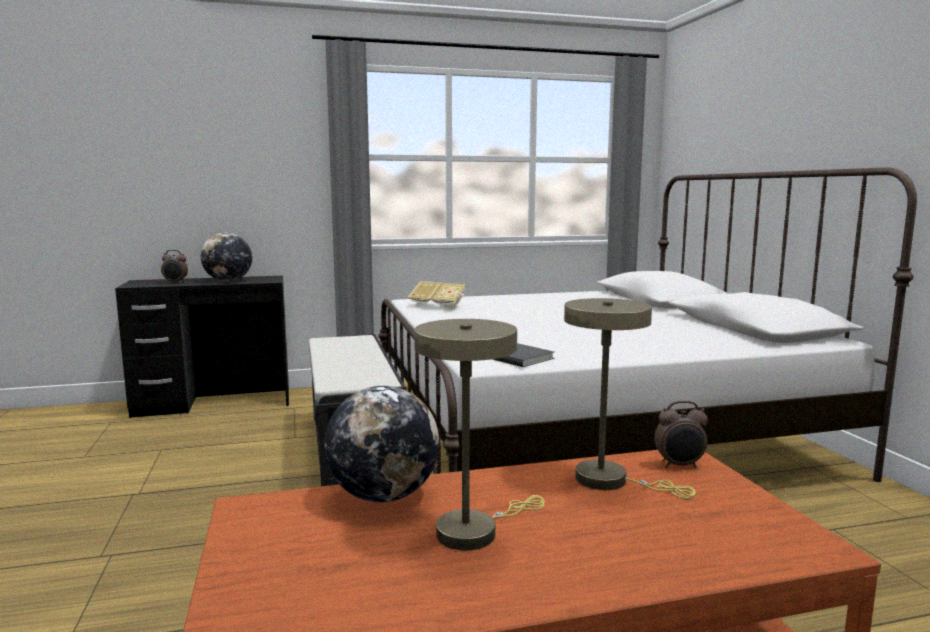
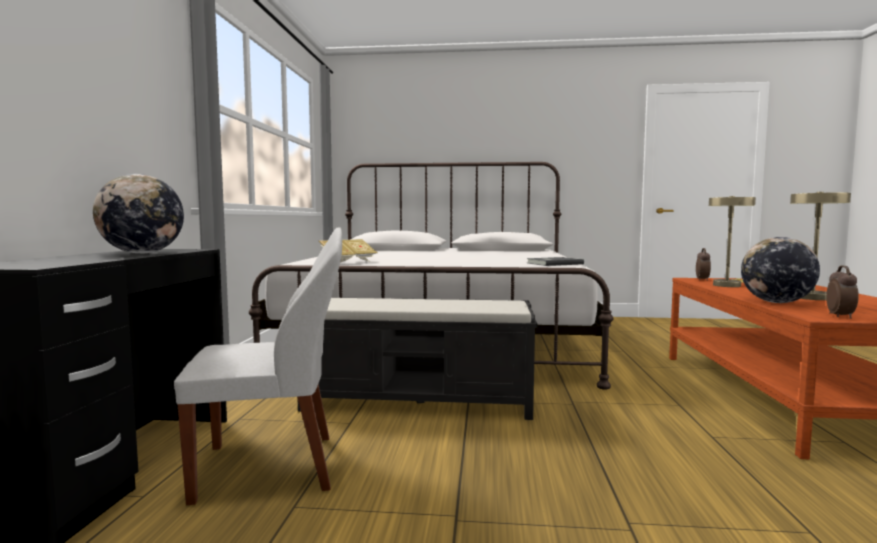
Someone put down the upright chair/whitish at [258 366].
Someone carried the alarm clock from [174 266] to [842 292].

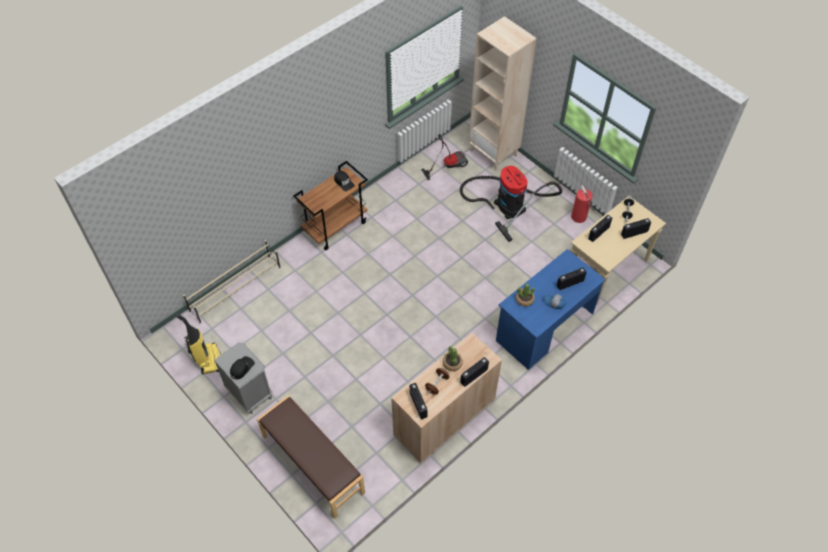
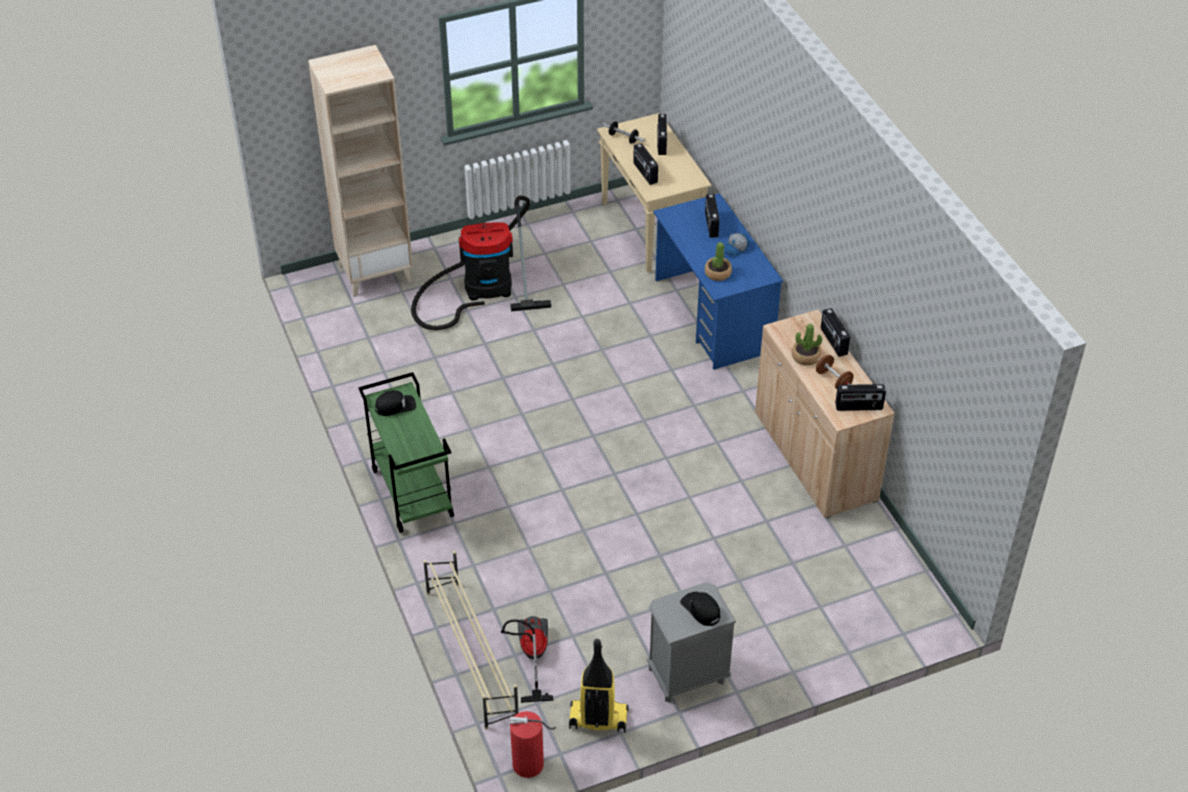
Someone took away the indoor bench/brown at [311 457].
Someone carried the vacuum from [444 157] to [527 659].
Someone carried the extinguisher from [583 204] to [533 744].
Someone repainted the trolley/brown at [330 205], which became the trolley/green at [406 452].

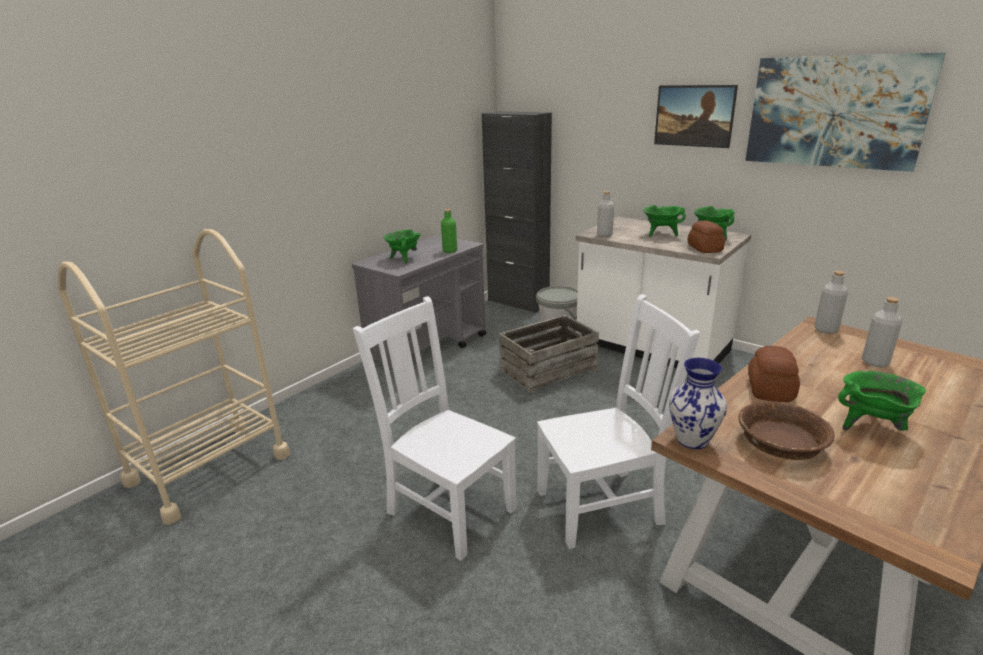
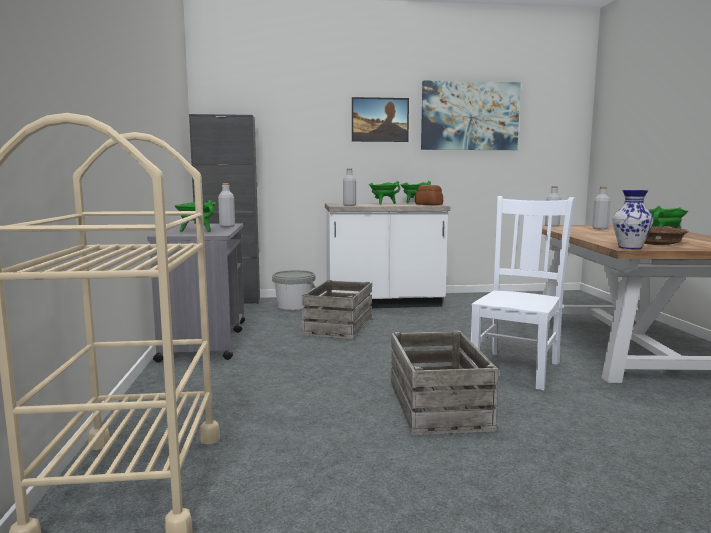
Someone took away the bakery bread at [774 374].
Someone swapped the upright chair/whitish at [435 428] for the shipping crate at [445 383].
Someone repainted the bottle/green at [449 231], which became the bottle/gray at [226 205].

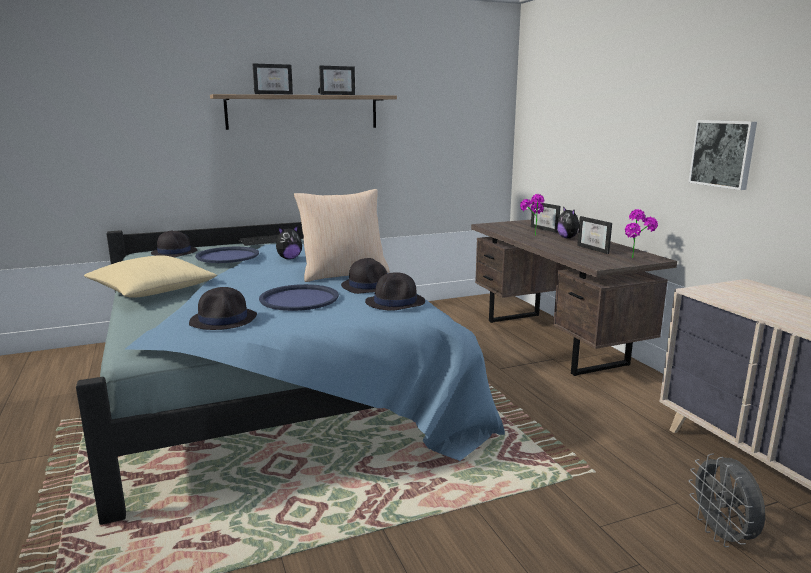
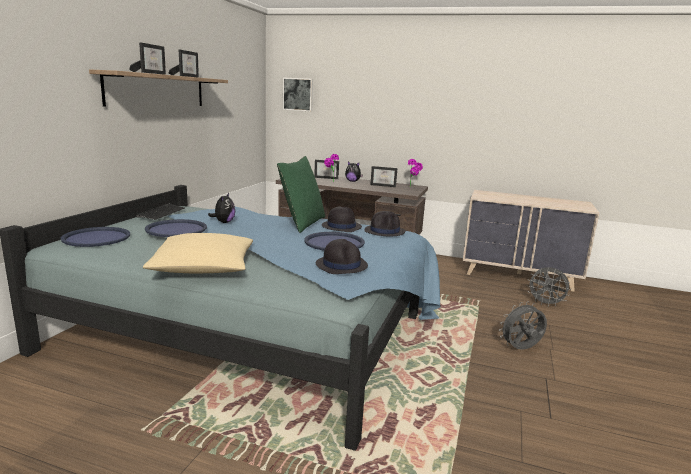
Someone put down the cooling fan/gray at [523 325].
Someone carried the wall picture from [722 155] to [298 94].
Someone swapped the hat/black-coloured at [174 244] for the serving tray/blue at [95 237].
Someone repainted the pillow/beige at [342 235], which became the pillow/green at [301 194].

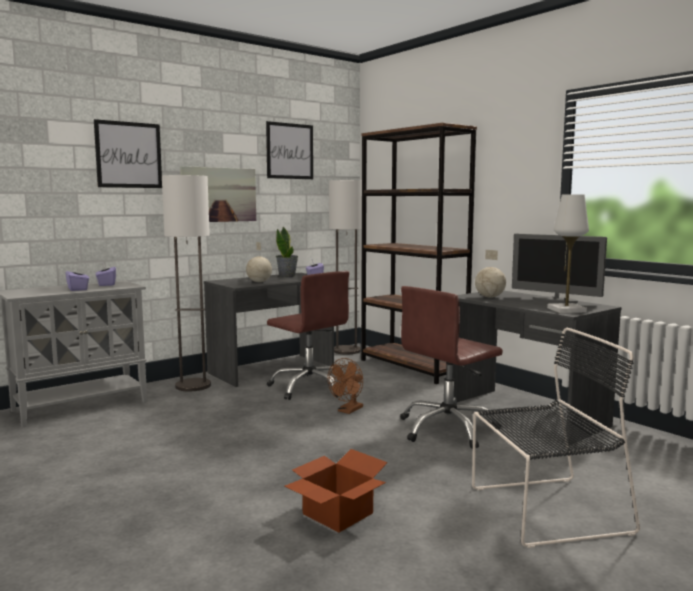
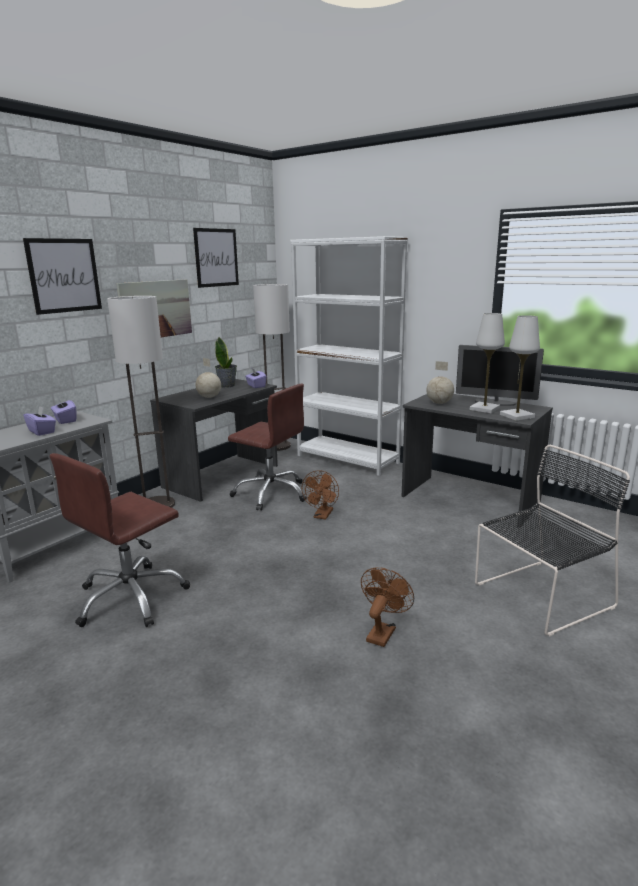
Someone put down the table lamp/whitish at [487 363].
Someone carried the computer chair/brown from [451 367] to [120 540].
Someone swapped the cardboard box at [336 491] for the cooling fan/brown at [387 607].
Someone repainted the bookshelf/brown at [419 253], which became the bookshelf/whitish at [349 356].

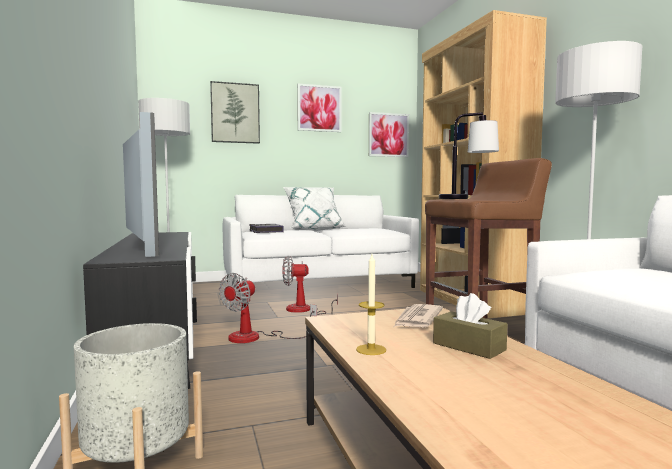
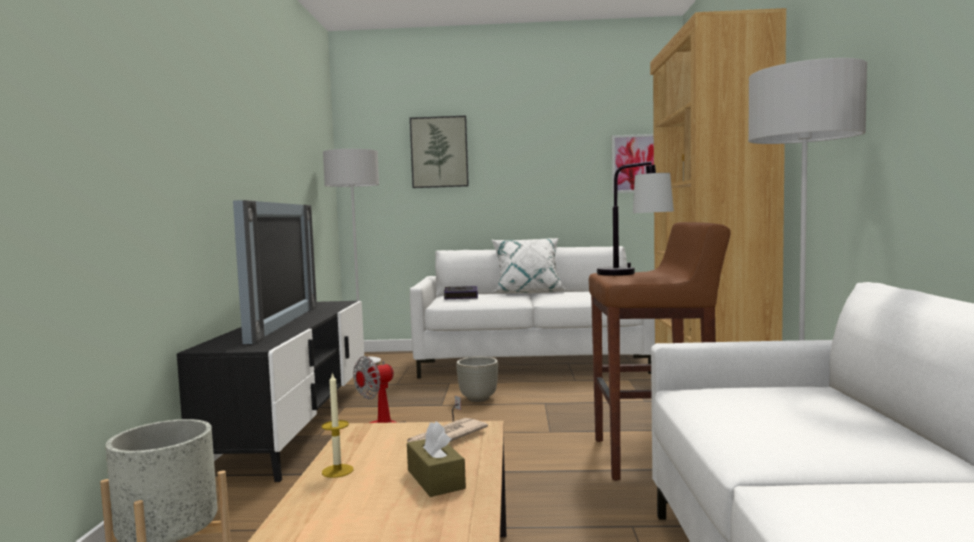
Someone took away the wall picture at [319 108].
Someone swapped the cooling fan at [310 285] for the plant pot/gray at [477 379].

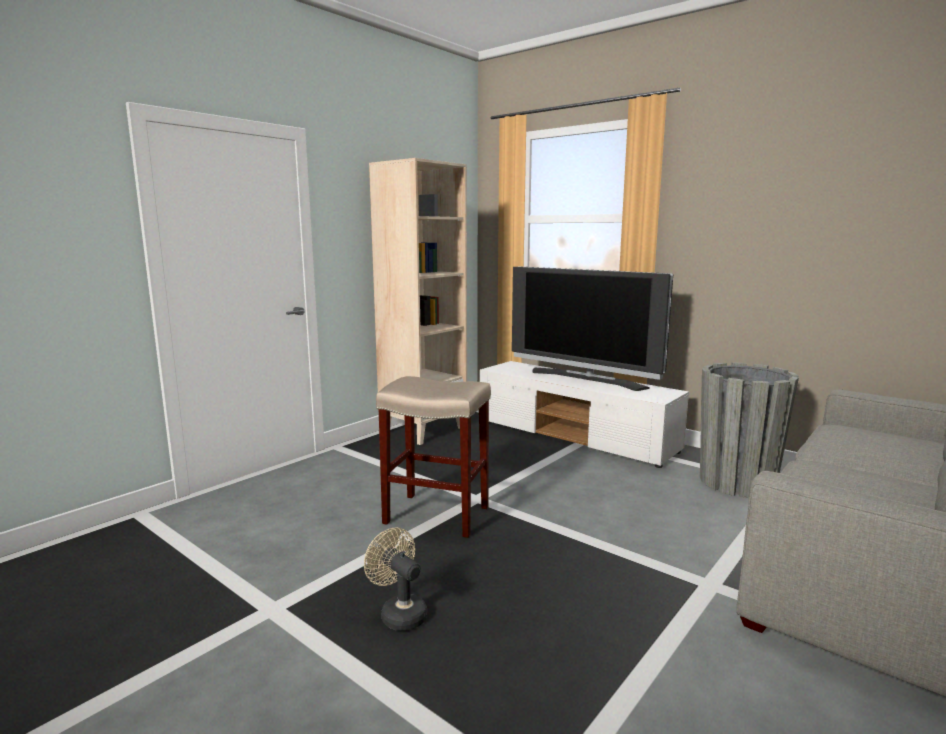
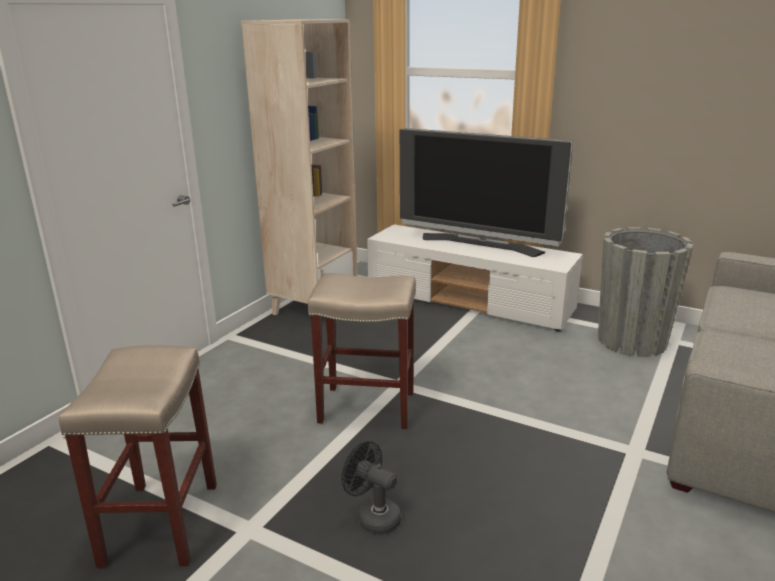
Someone put down the stool seat/beige at [138 456].
Someone repainted the cooling fan/beige at [396 579], which became the cooling fan/black-coloured at [371 488].

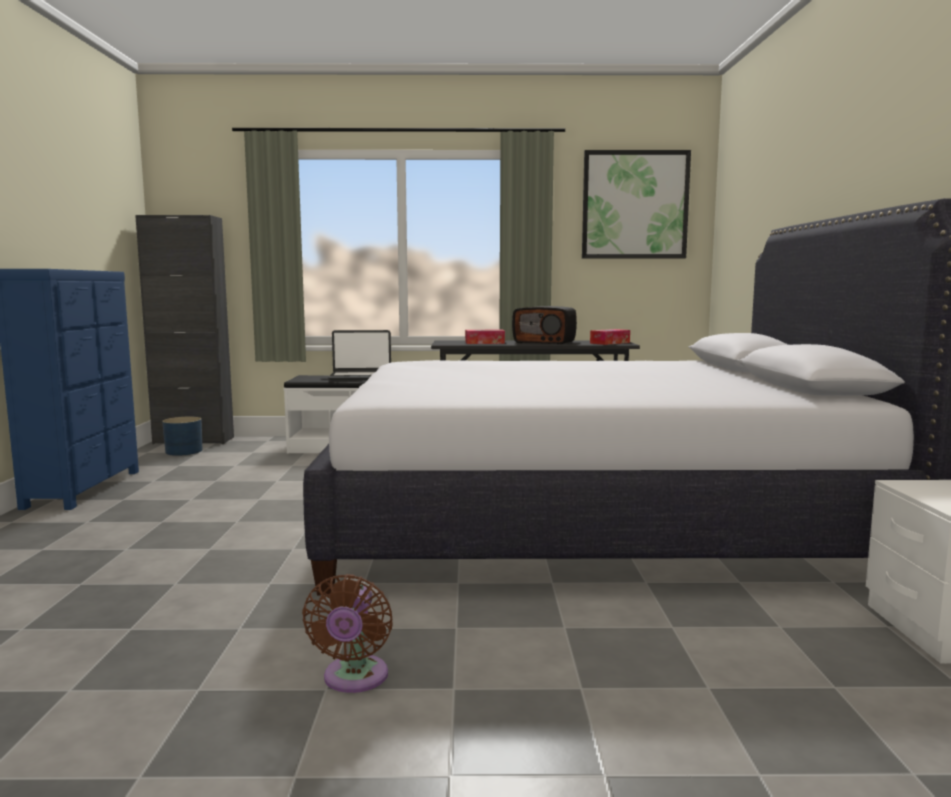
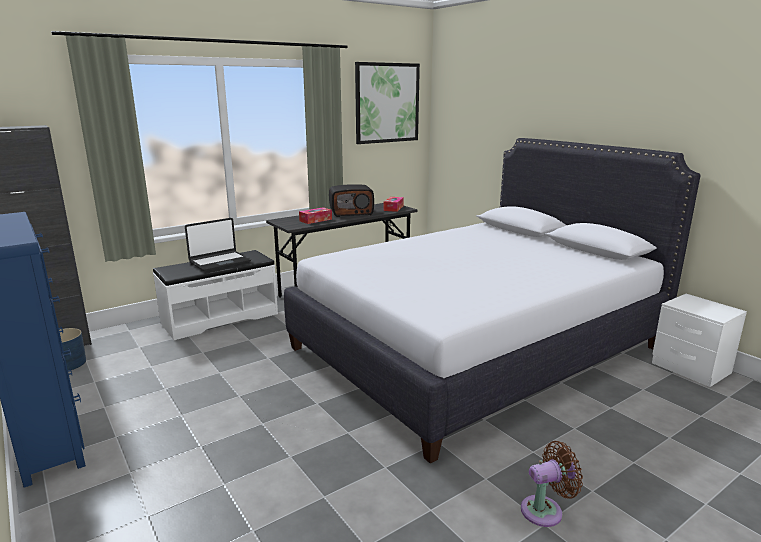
Someone rotated the cooling fan/brown at [347 633] by 75 degrees counterclockwise.

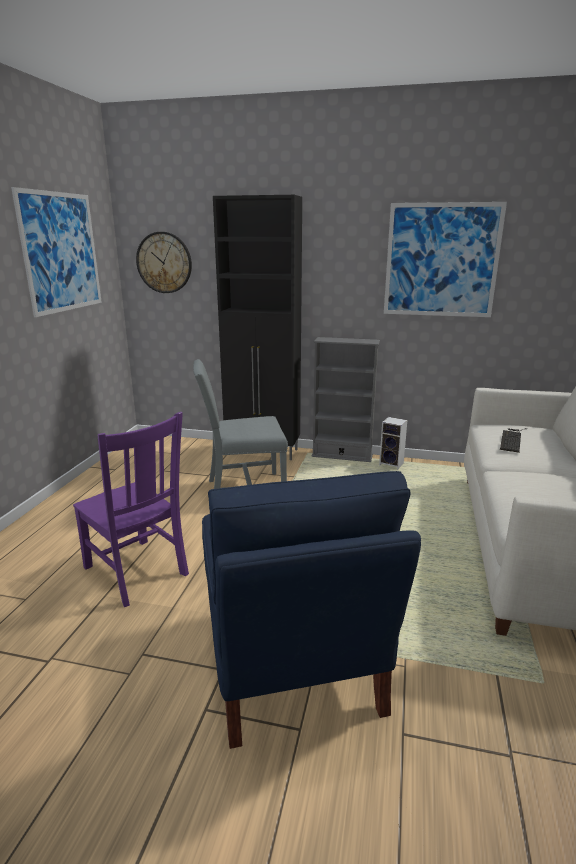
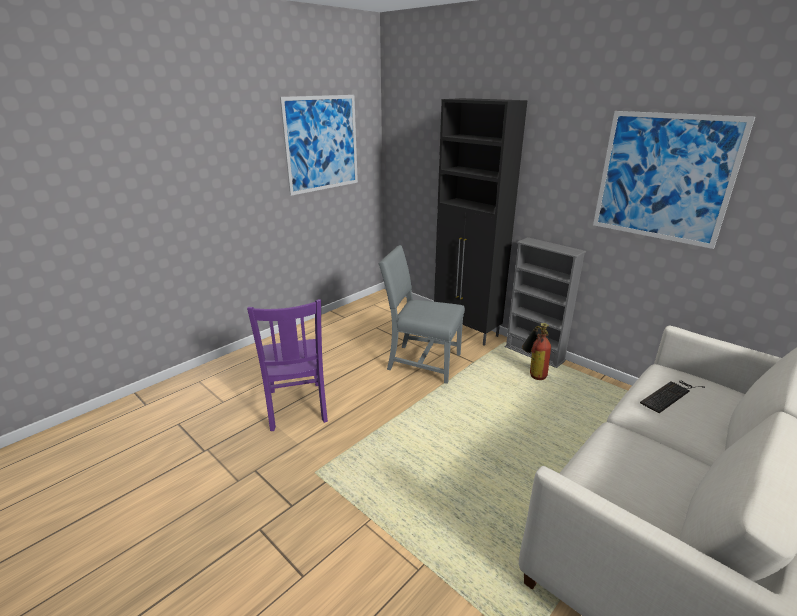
Someone took away the wall clock at [164 262].
Someone took away the armchair/blue at [311 610].
Someone took away the loudspeaker at [393 443].
Someone put down the extinguisher at [536 351].

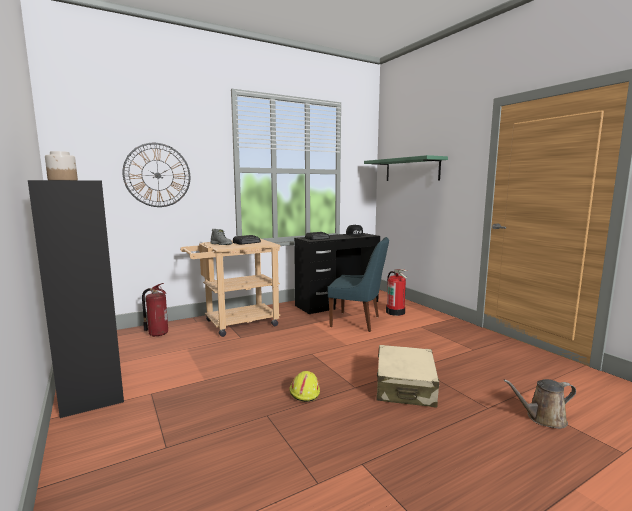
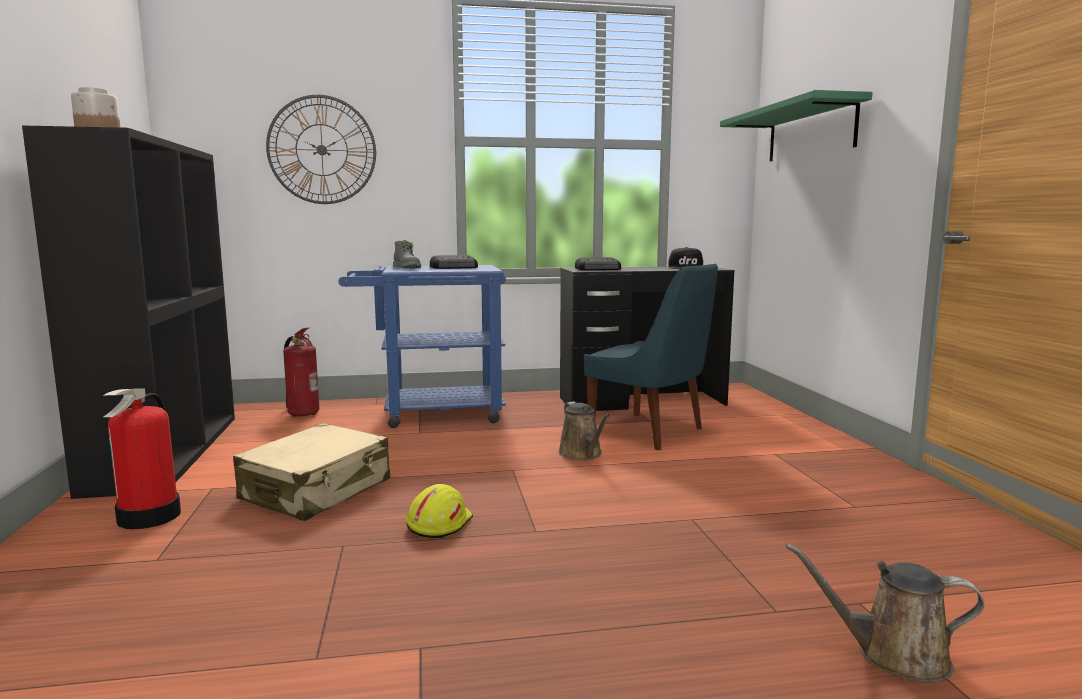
Someone put down the watering can/brown at [584 430].
Someone carried the travel case/beige from [407 376] to [311 472].
Someone carried the extinguisher from [397 292] to [142 458].
Someone repainted the trolley/beige at [230 288], which became the trolley/blue at [422 346].

